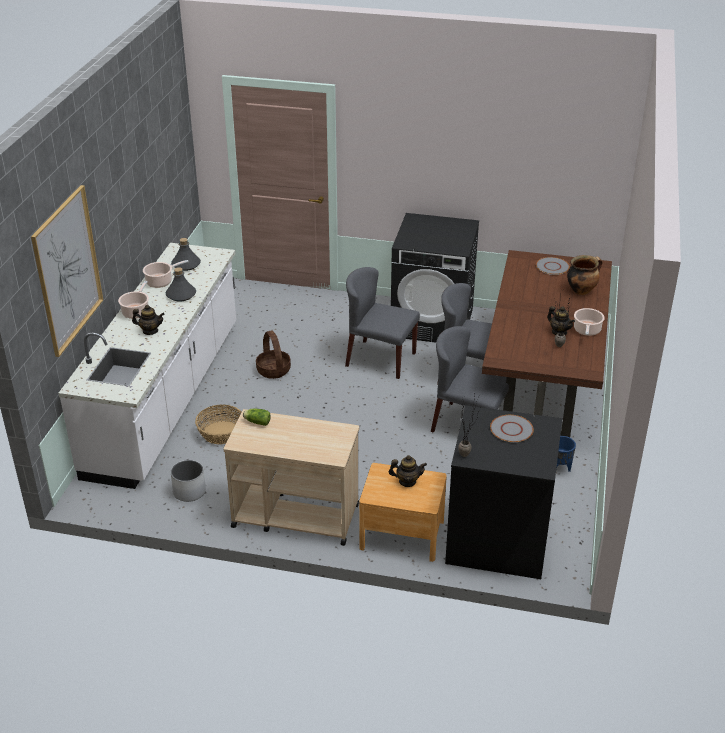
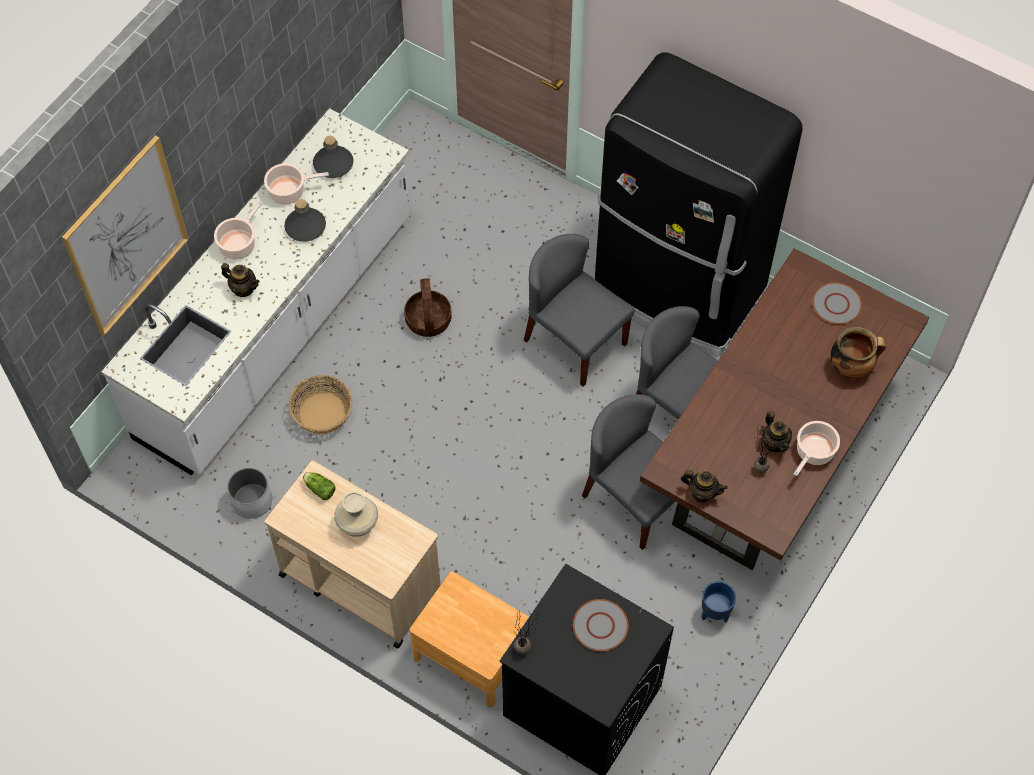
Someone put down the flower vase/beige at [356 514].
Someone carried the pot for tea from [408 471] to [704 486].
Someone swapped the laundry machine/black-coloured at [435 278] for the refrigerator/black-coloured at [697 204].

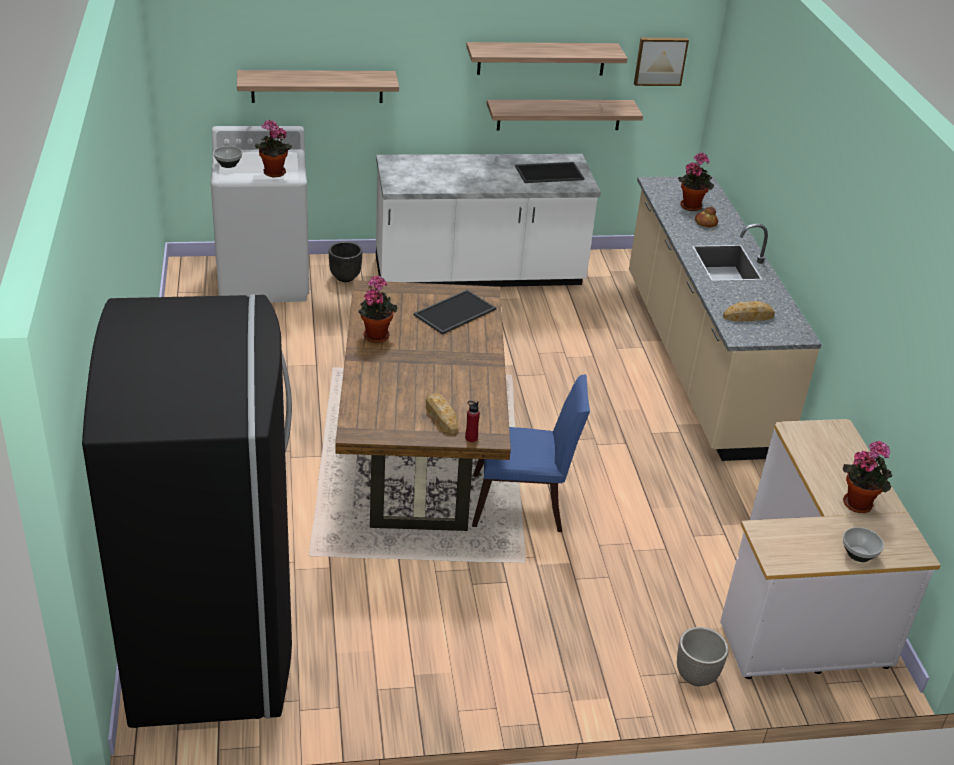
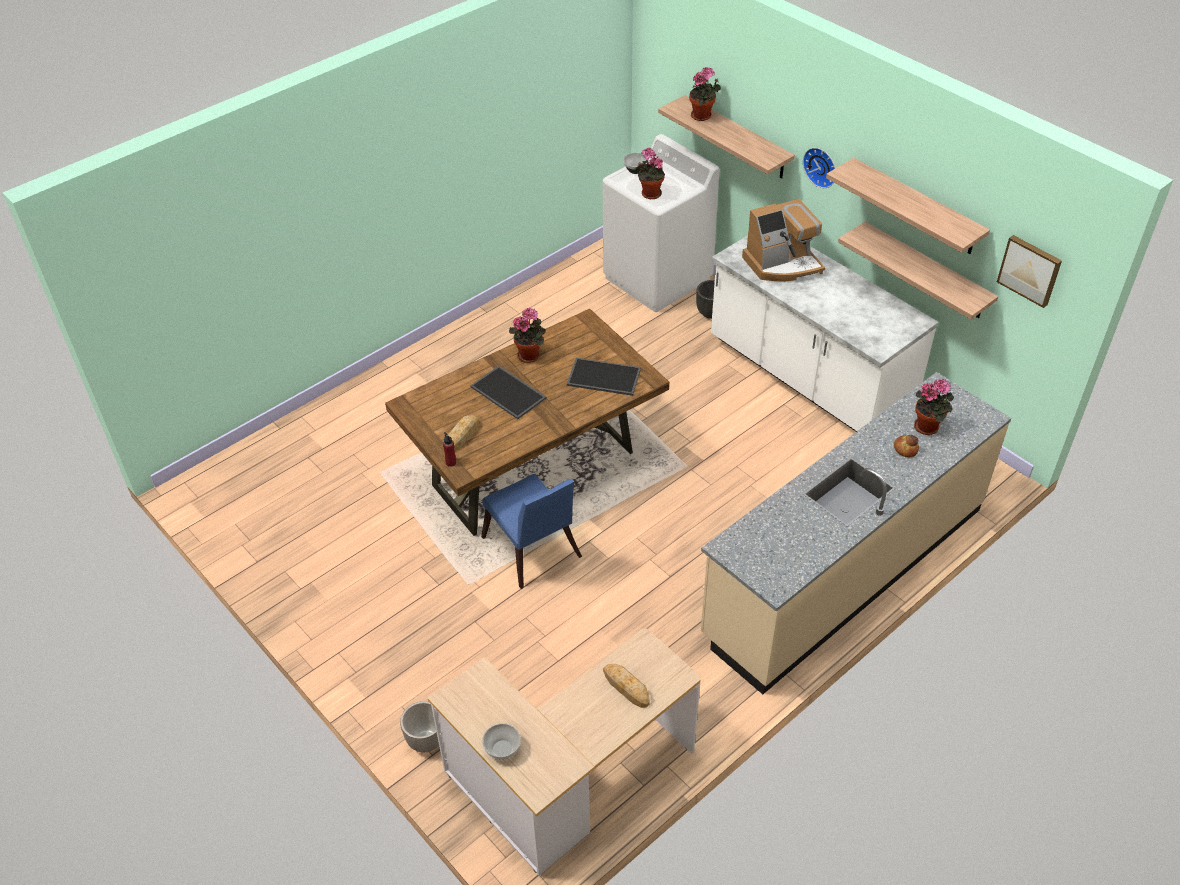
Someone took away the refrigerator/black-coloured at [187 511].
Someone put down the coffee machine at [783 240].
Someone put up the wall clock at [819 168].
Someone carried the serving tray from [549 172] to [508 392].
Someone carried the bakery bread from [749 311] to [626 686].
Someone carried the potted plant from [867 476] to [705 94].

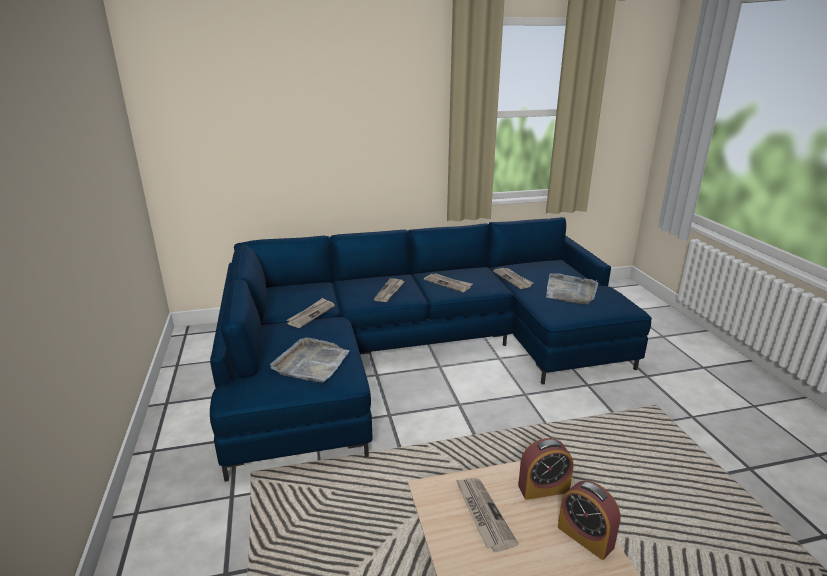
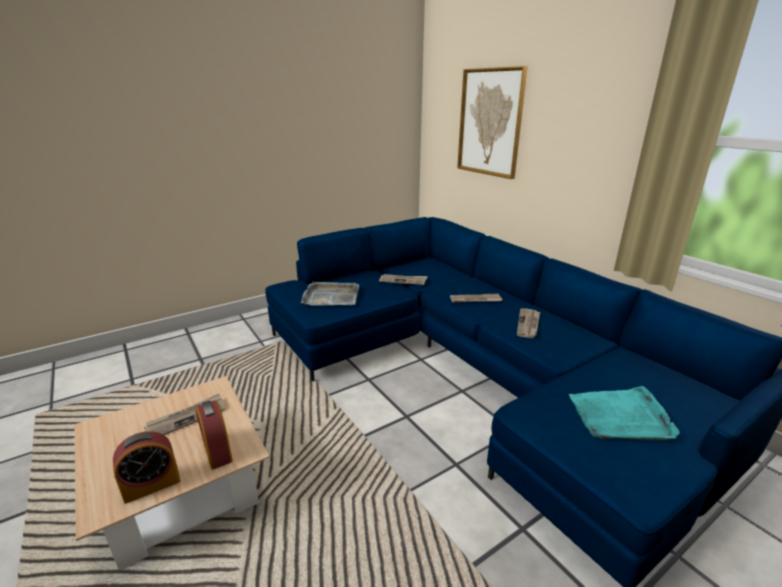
Someone took away the daily paper at [513 278].
Someone put up the wall picture at [492 122].
Someone repainted the serving tray/gray at [572 288], which became the serving tray/turquoise-coloured at [624 413].
Someone rotated the alarm clock at [589 520] by 150 degrees counterclockwise.

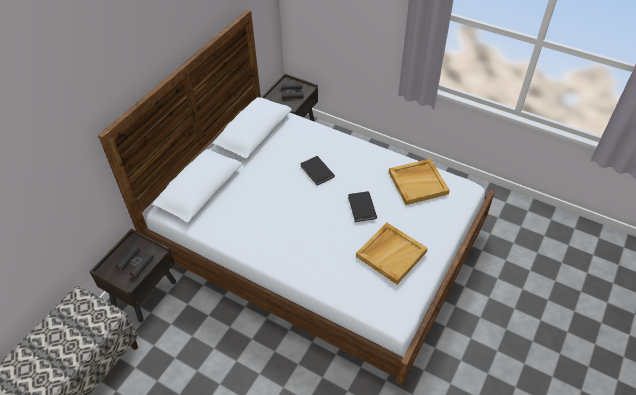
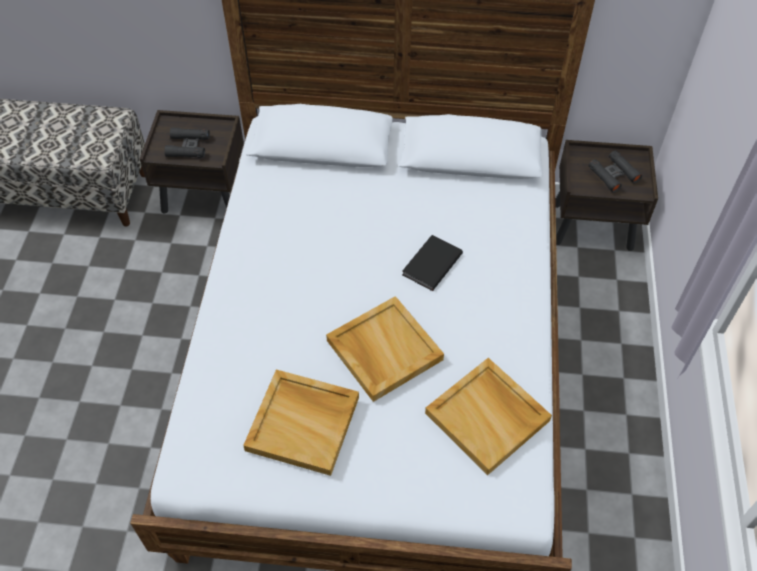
Someone swapped the volume/black-coloured at [362 206] for the serving tray/beige at [385 349].

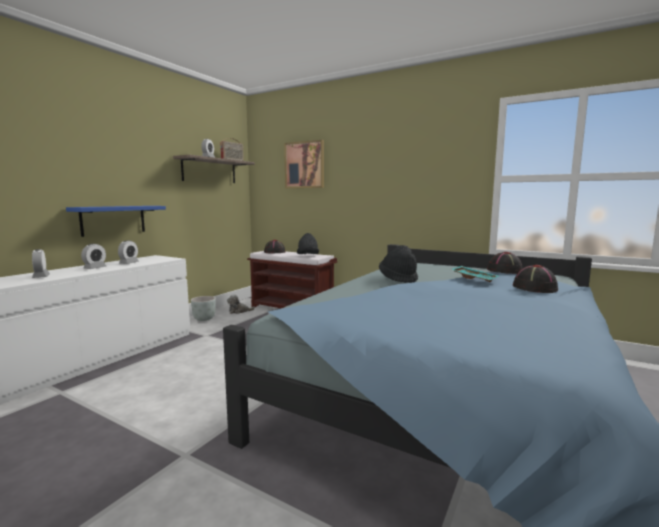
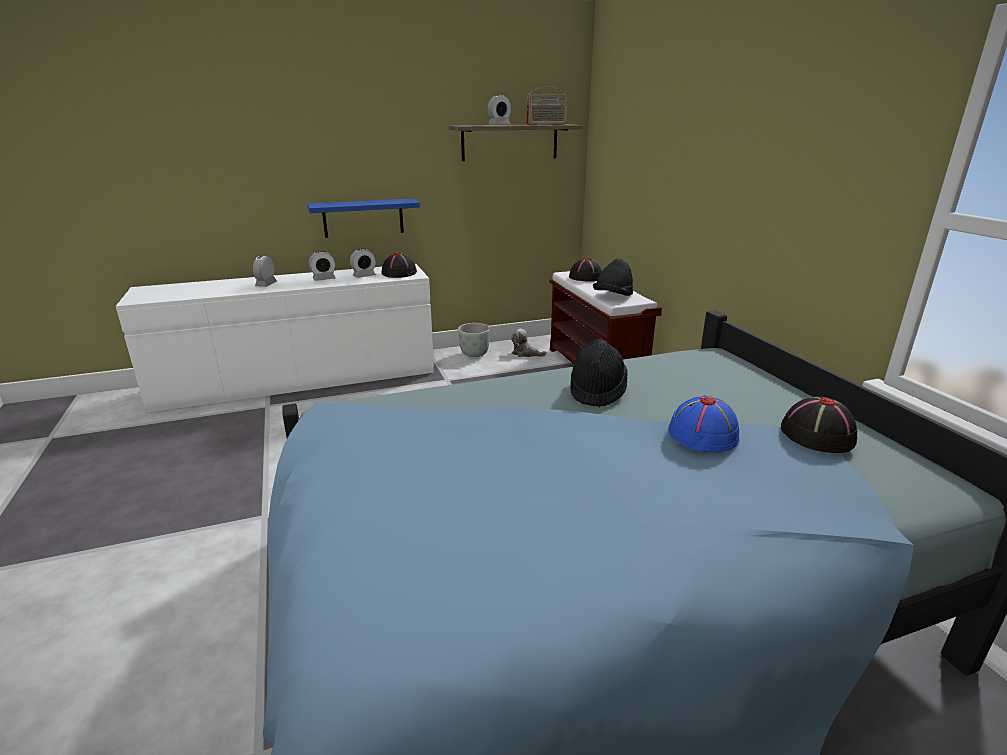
Someone took away the wall picture at [304 164].
Someone carried the hat/black-coloured from [535 279] to [399 265].
Someone swapped the serving tray/turquoise-coloured at [475 274] for the hat/blue at [704 423].

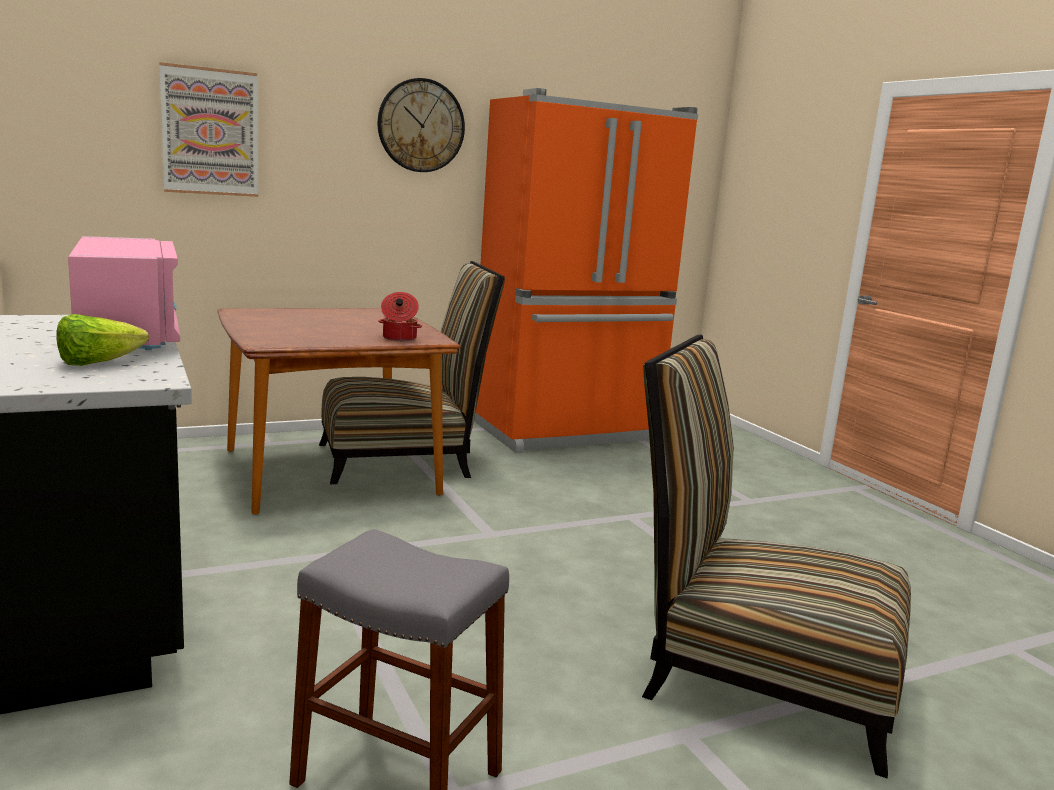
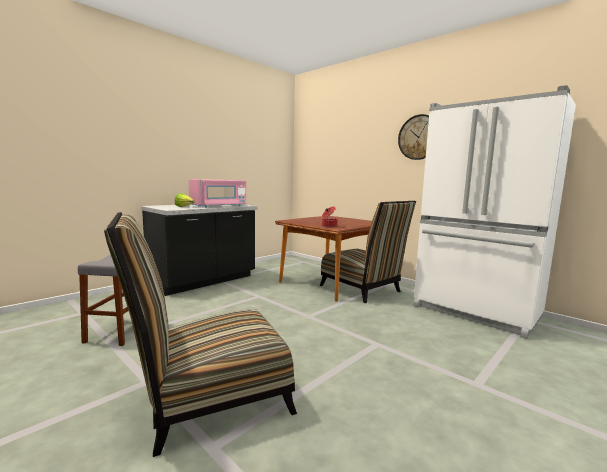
Someone took away the wall picture at [208 129].
Someone repainted the refrigerator/orange-coloured at [586 270], which became the refrigerator/whitish at [494 212].
Someone rotated the upright chair at [776 556] by 120 degrees counterclockwise.

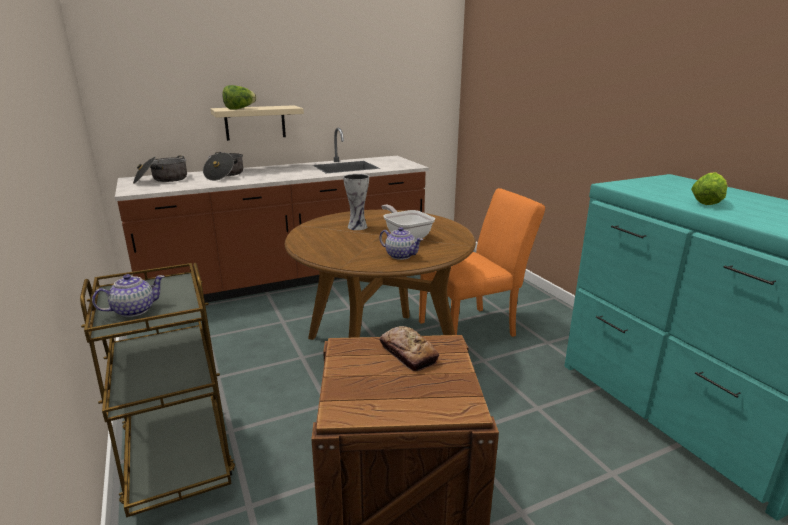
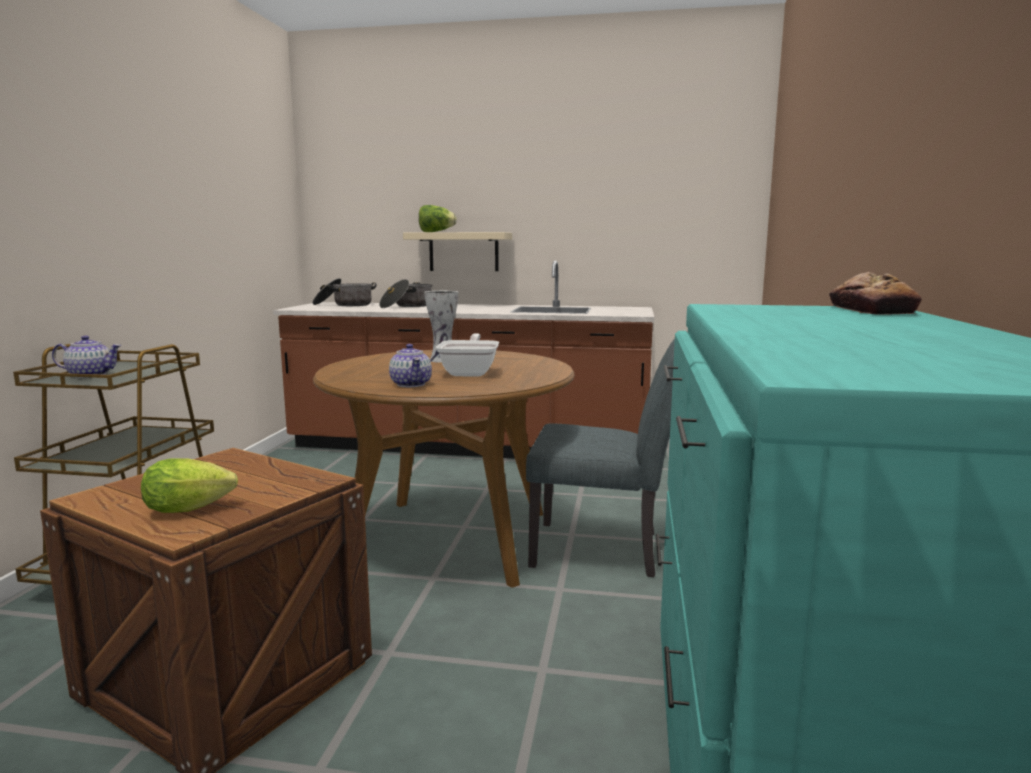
Someone carried the bakery bread from [409 348] to [875 293].
Someone carried the head of lettuce from [709 188] to [189 485].
Someone repainted the upright chair/orange-coloured at [482 262], which became the upright chair/gray at [600 458].

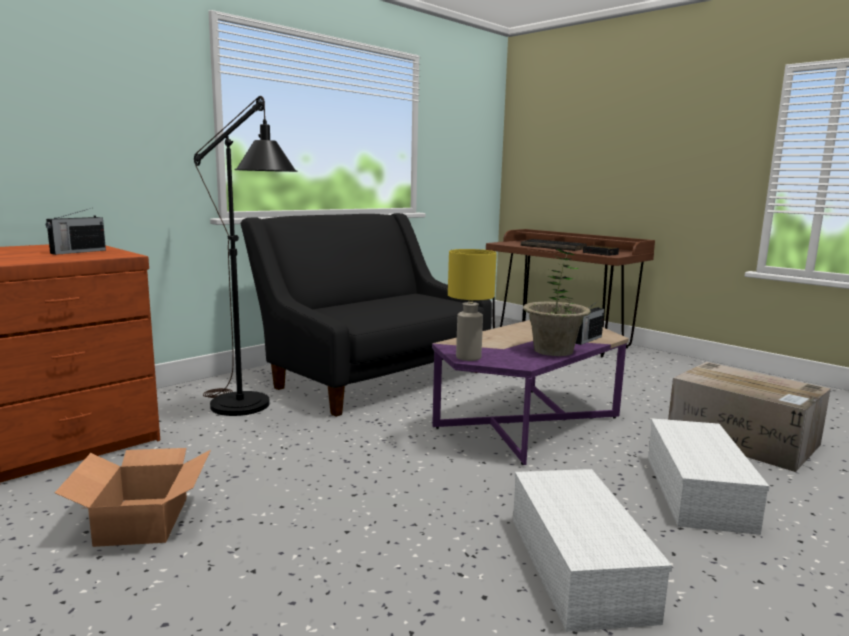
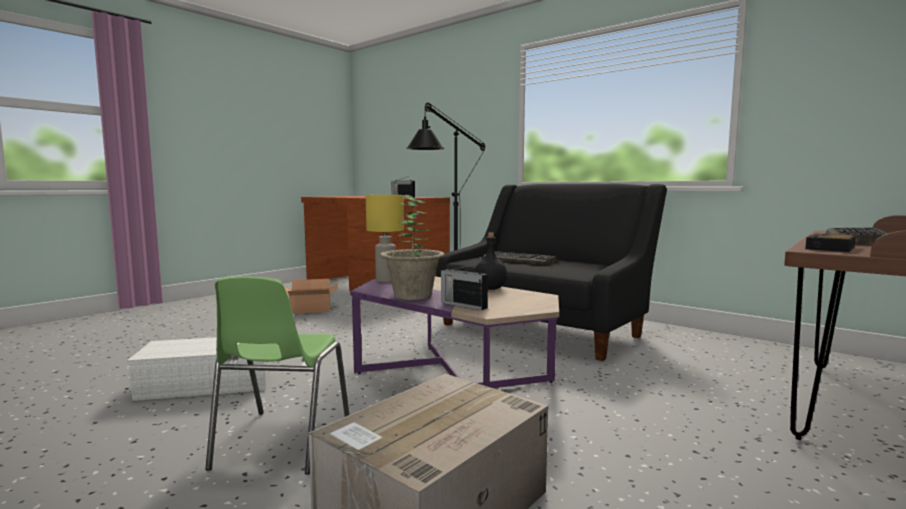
Someone put down the bottle/black-coloured at [490 261].
Someone put down the keyboard at [519 258].
Someone swapped the storage box/whitish at [709 476] for the upright chair/green at [277 375].

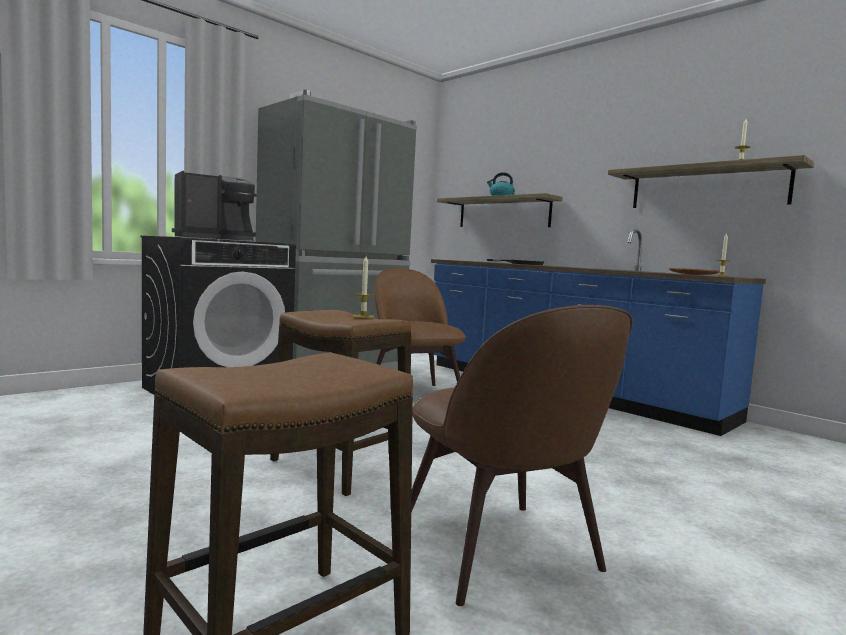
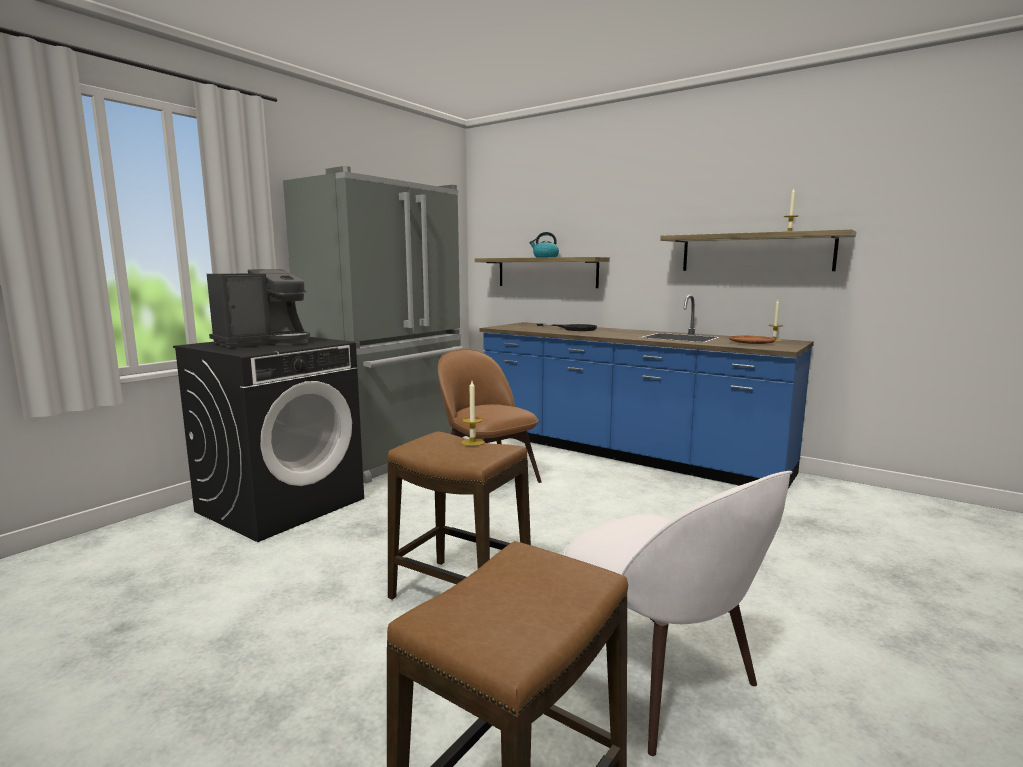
Someone repainted the upright chair/brown at [522 455], which became the upright chair/whitish at [678 613].

